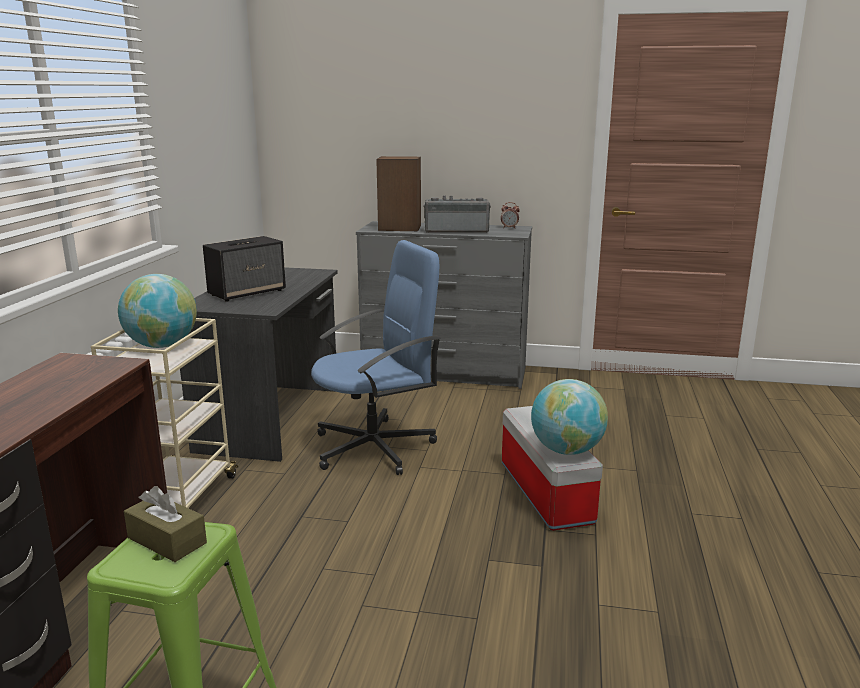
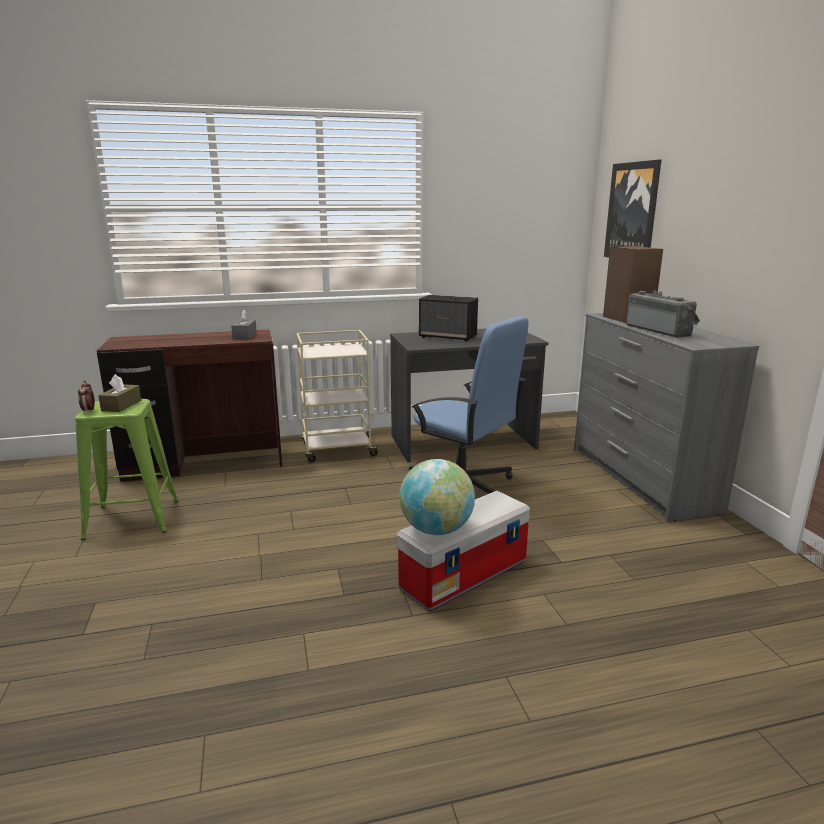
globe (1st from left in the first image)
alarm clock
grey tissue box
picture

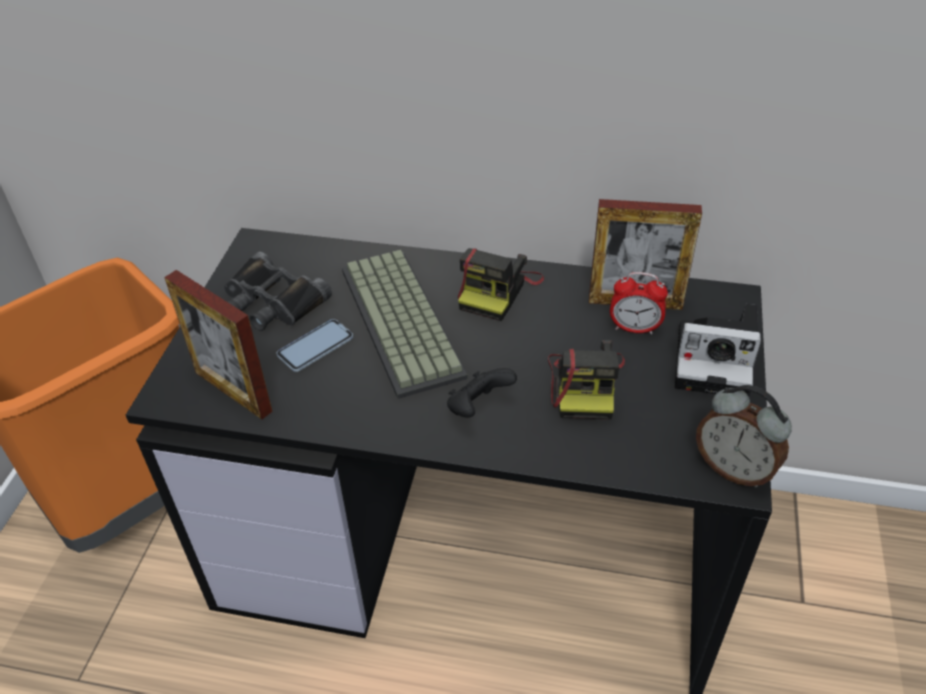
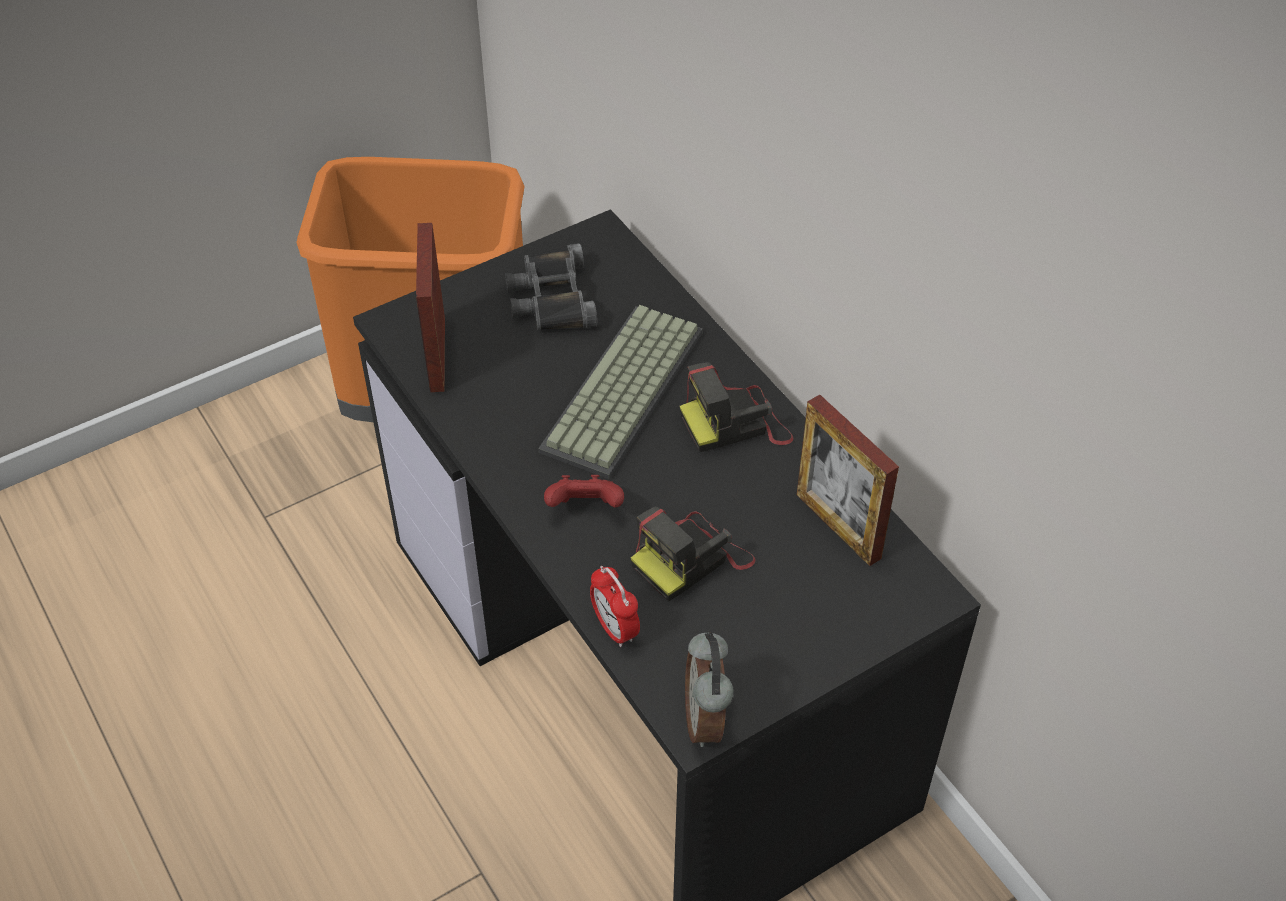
phone
red game controller
alarm clock (1st from left)
photo camera (3rd from left in the first image)

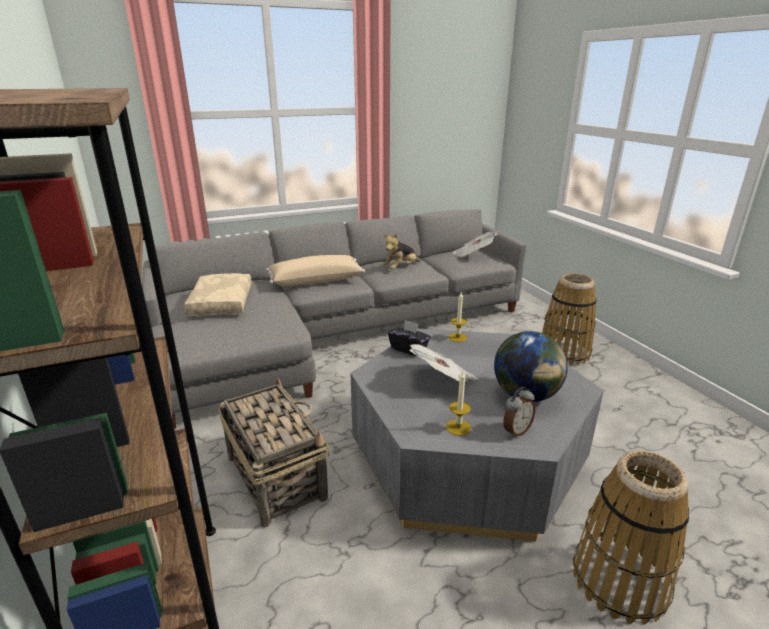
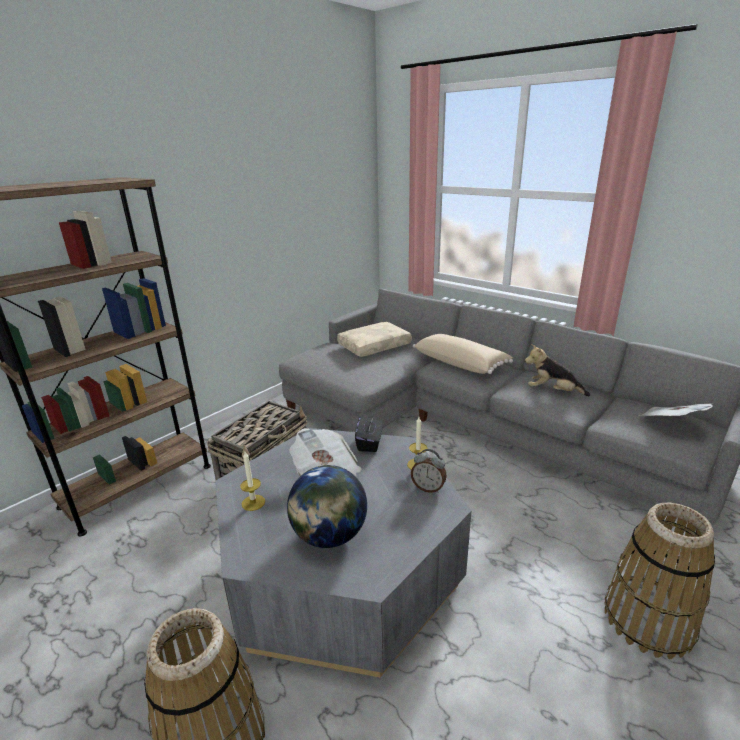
alarm clock

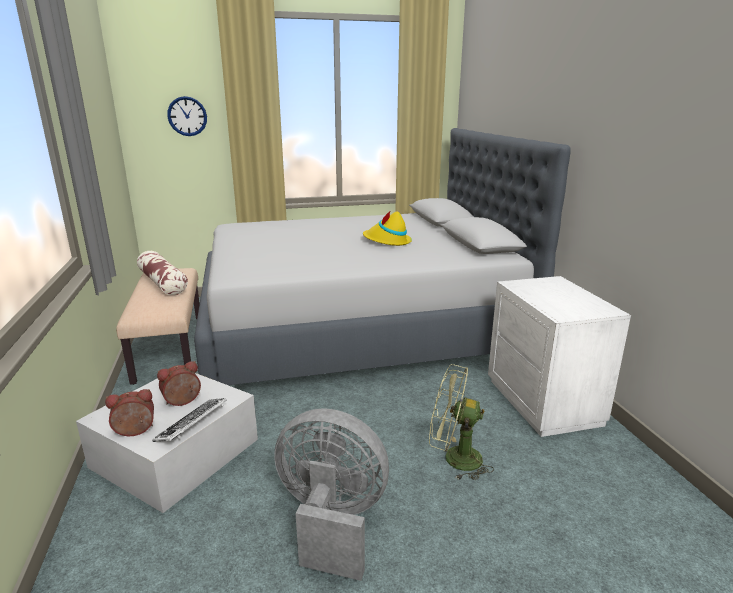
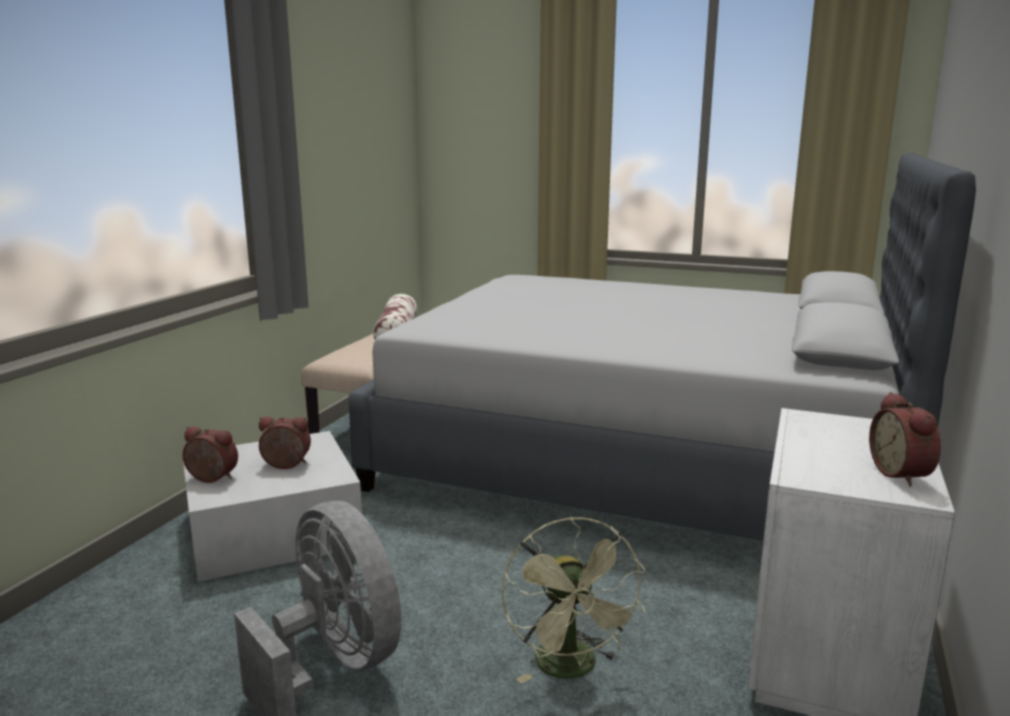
keyboard
wall clock
yellow hat
green fan
alarm clock (3rd from left)

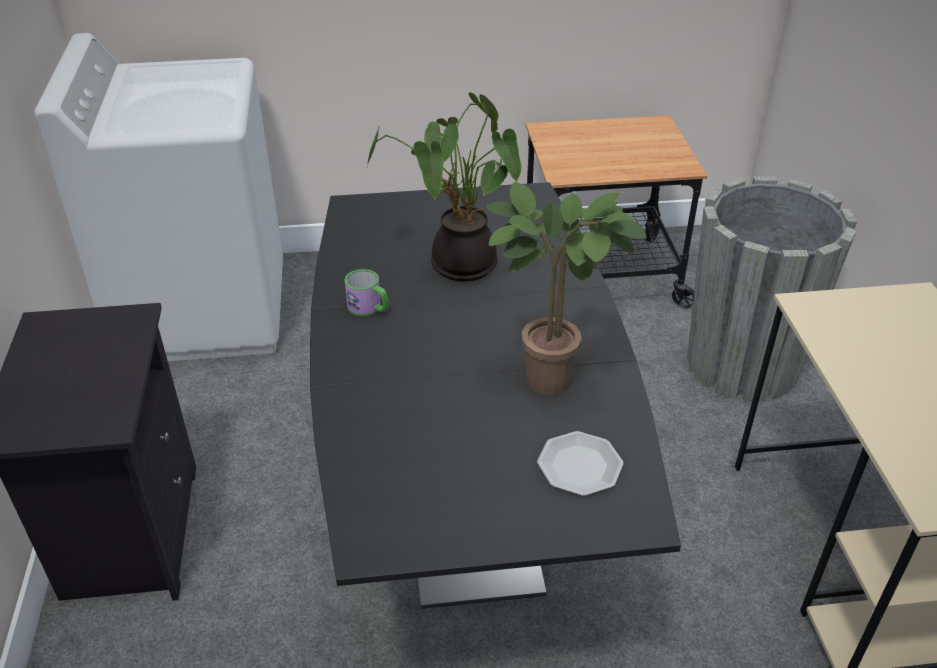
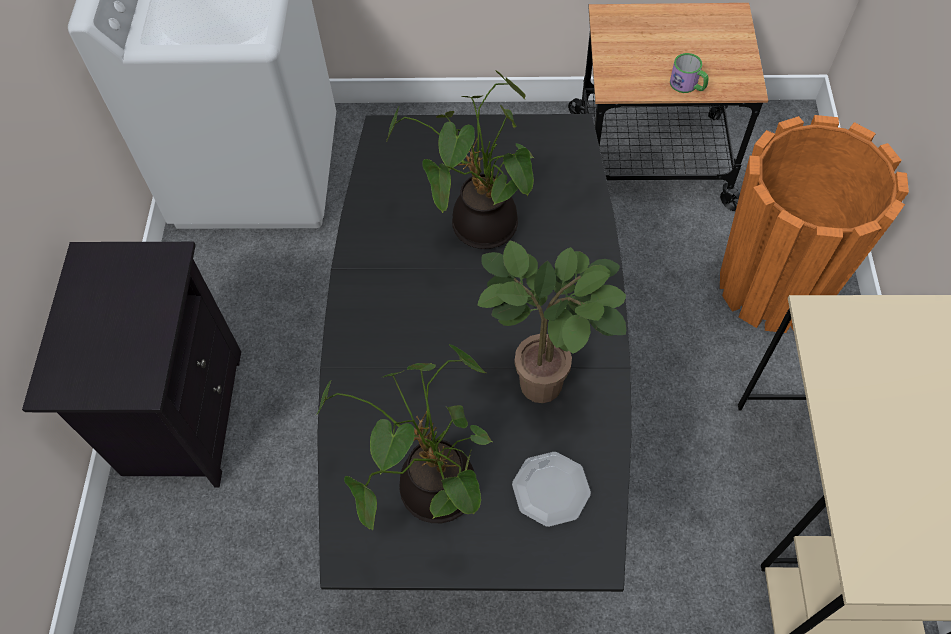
mug
orange planter
potted plant (1st from left)

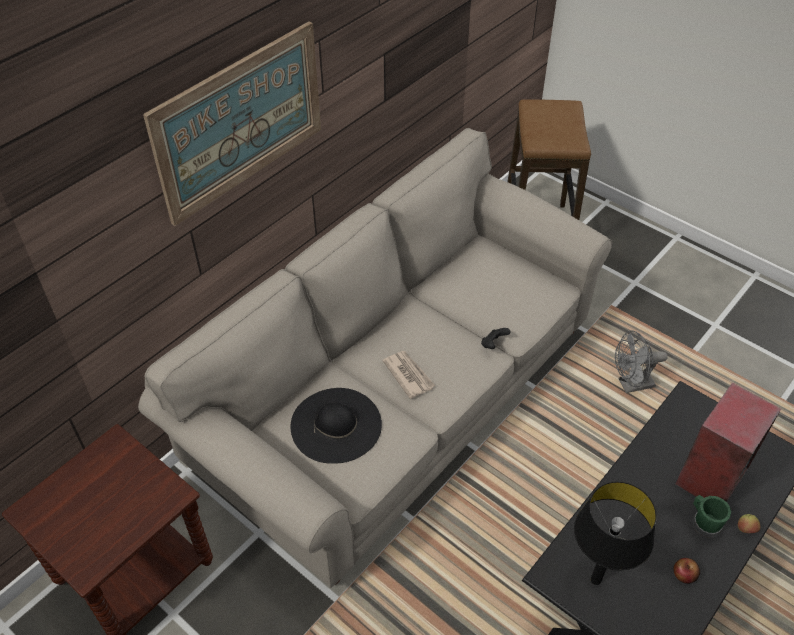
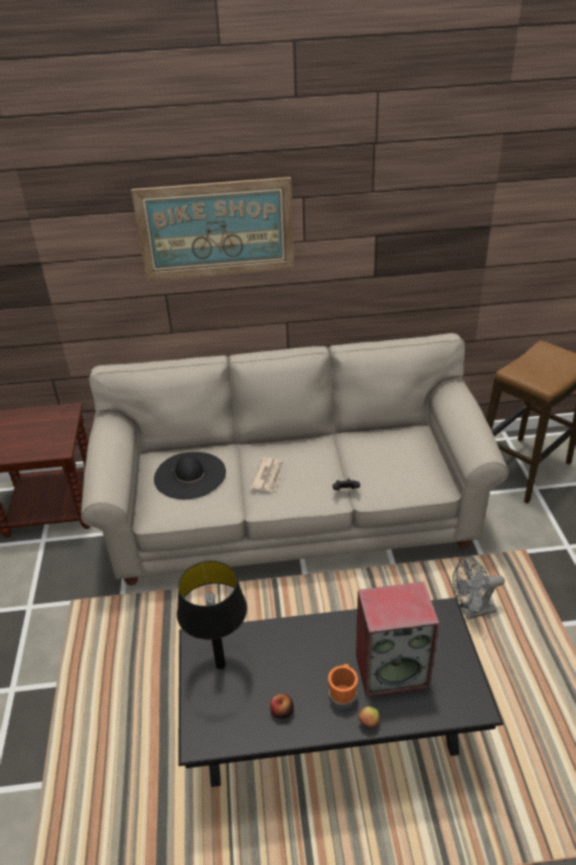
grey fan
orange mug

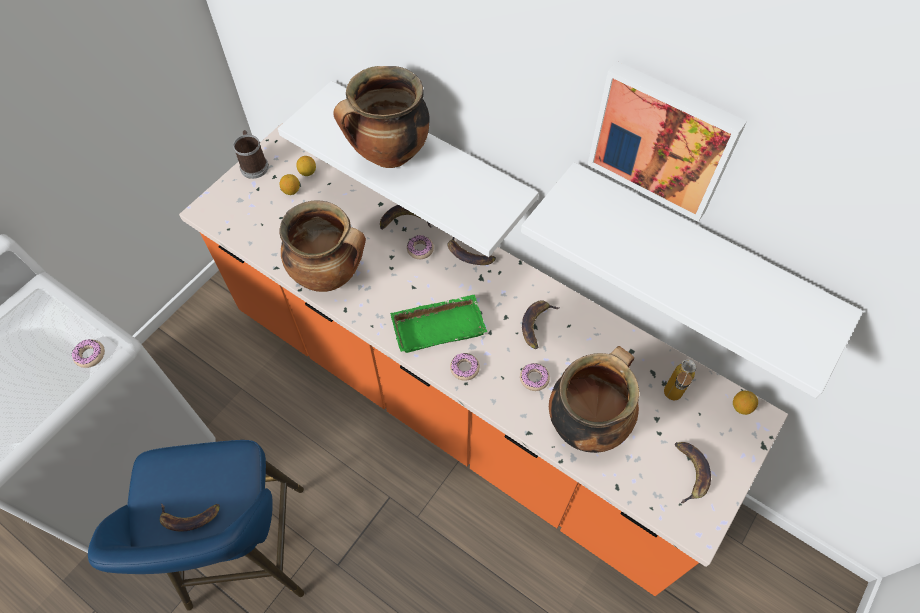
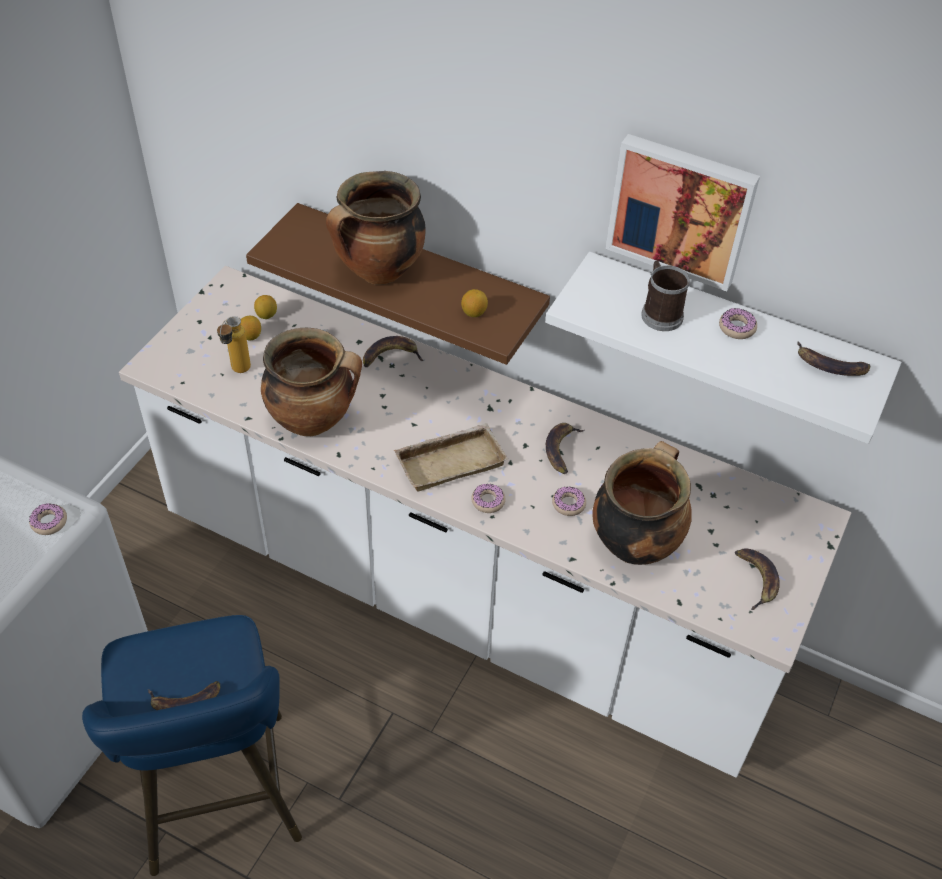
white counter
mug
brown shelf
beige tray
donut (4th from left)
banana (5th from left)
bottle
lemon (3rd from left)

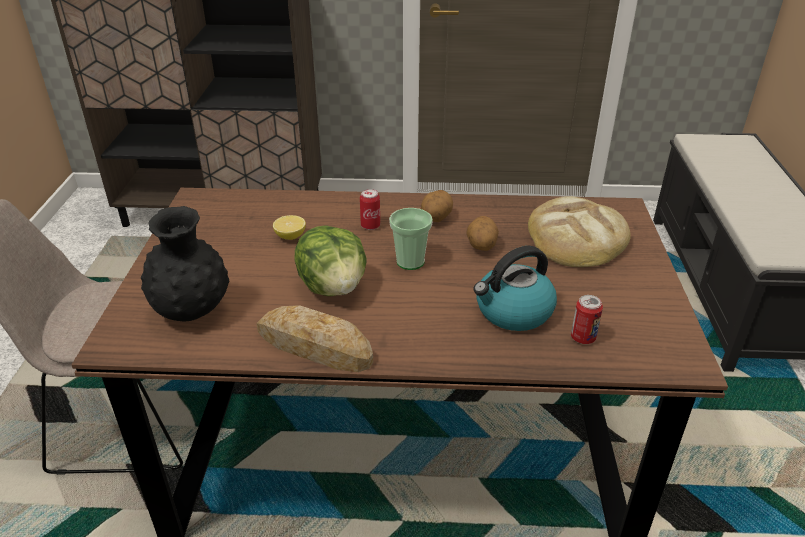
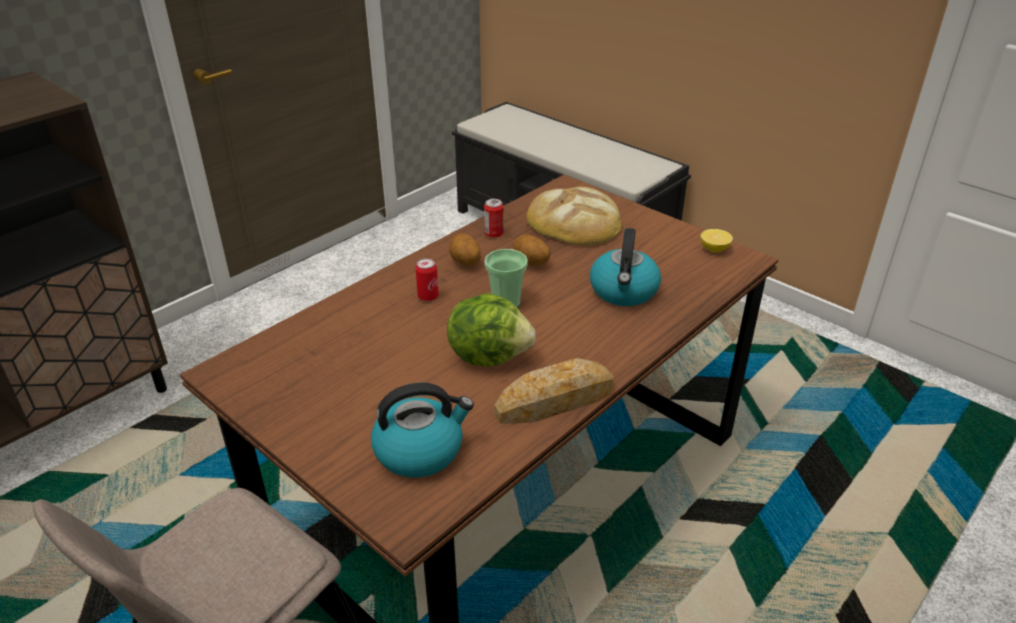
kettle (1st from left)
lemon
can (2nd from left)

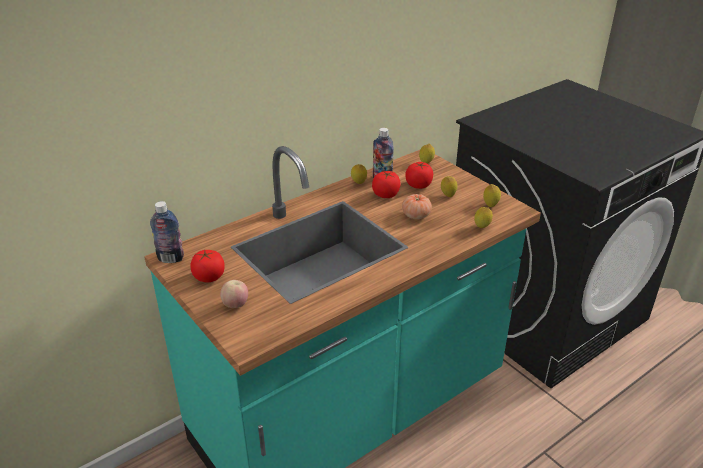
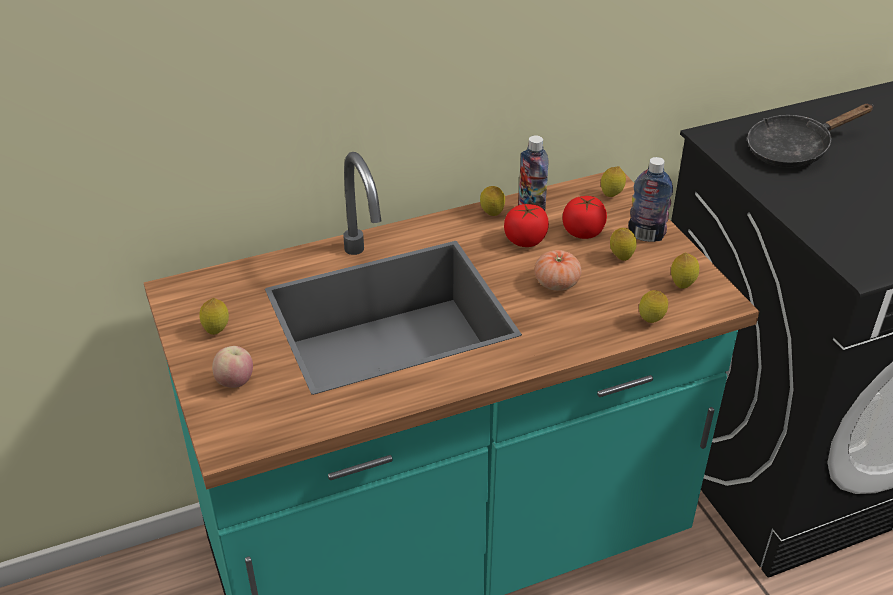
bottle (2nd from left)
lemon (1st from left)
black frying pan

